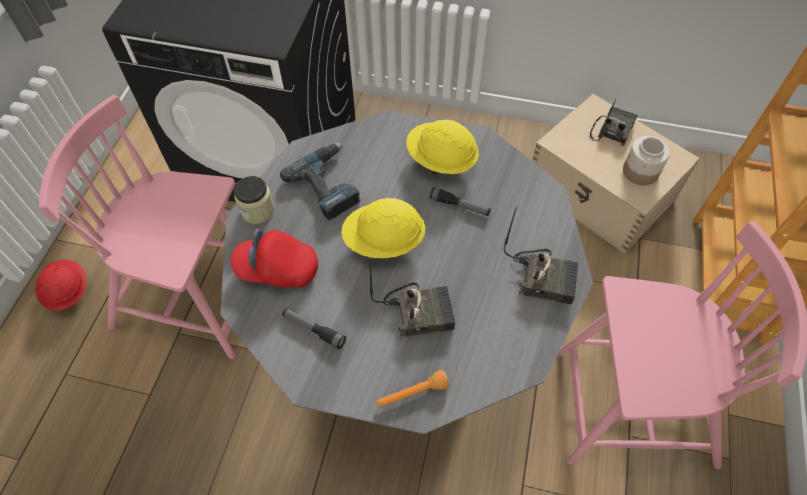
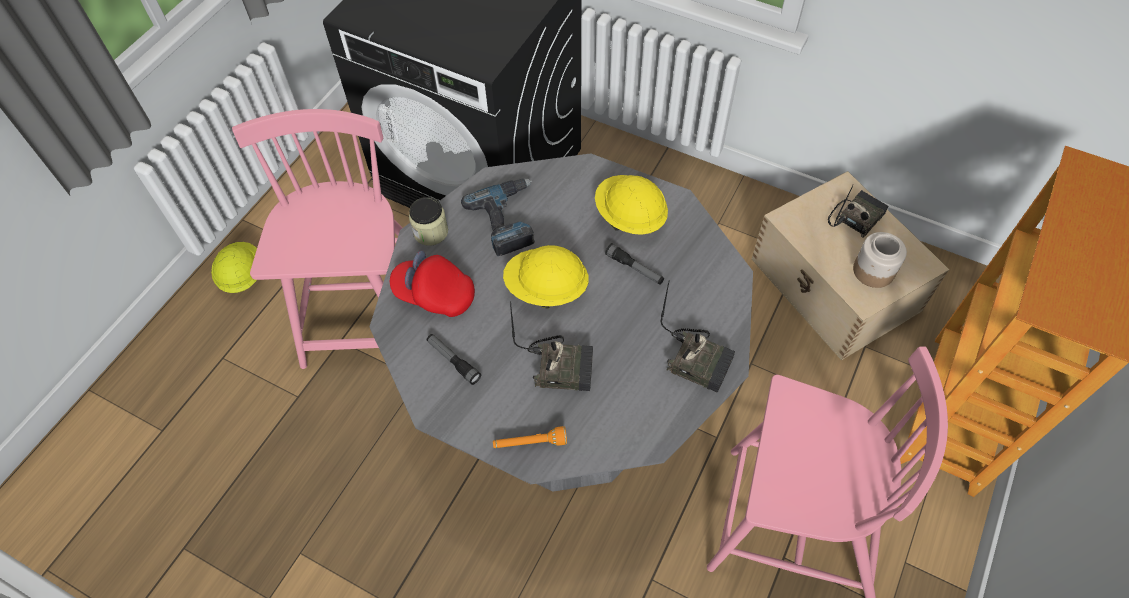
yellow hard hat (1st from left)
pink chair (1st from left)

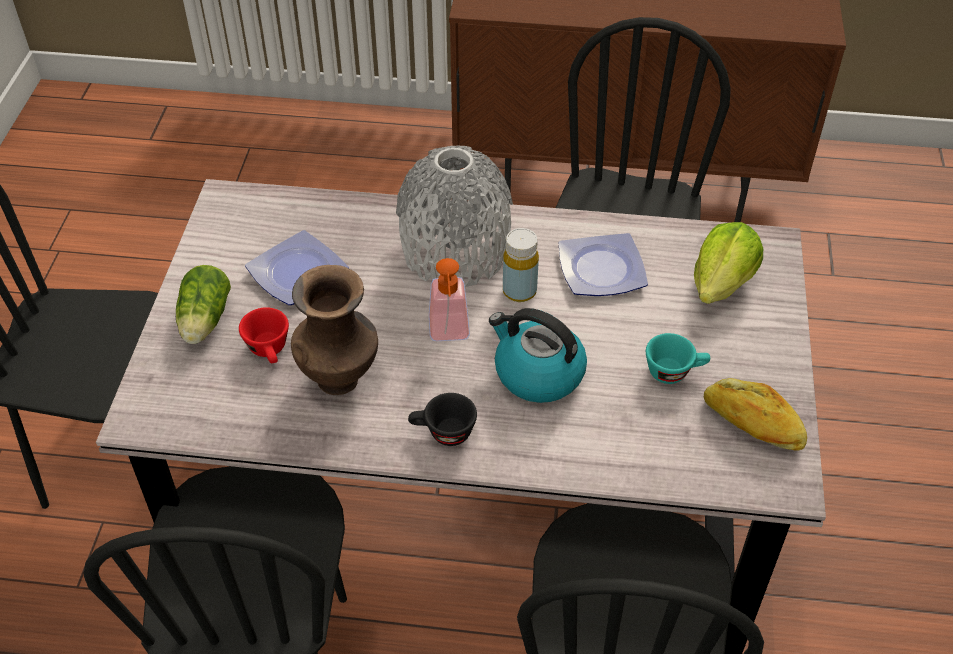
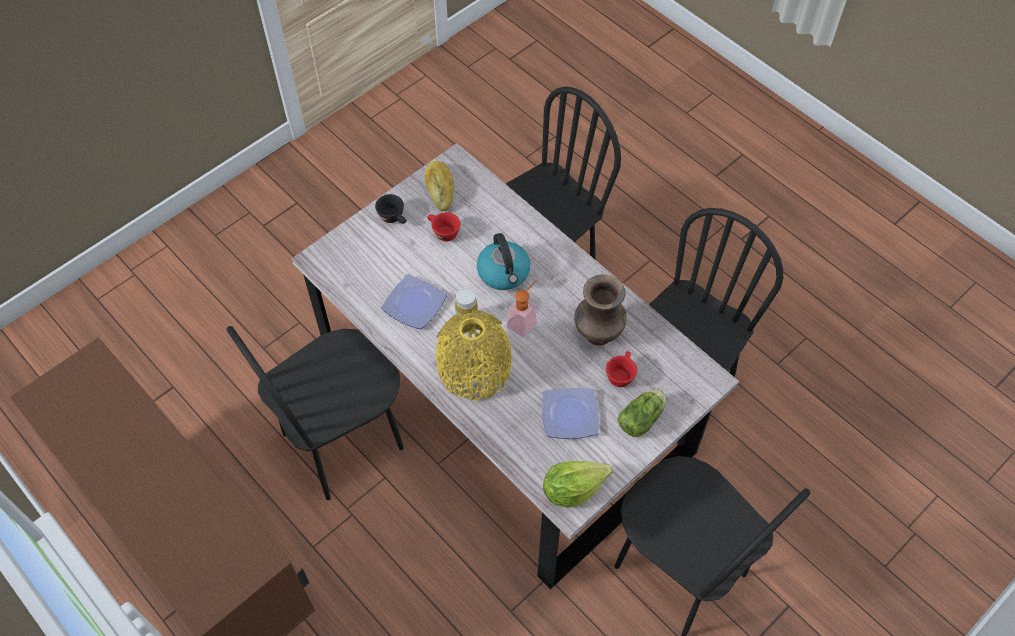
yellow vase
black cup
red cup (1st from left)
lettuce (1st from left)

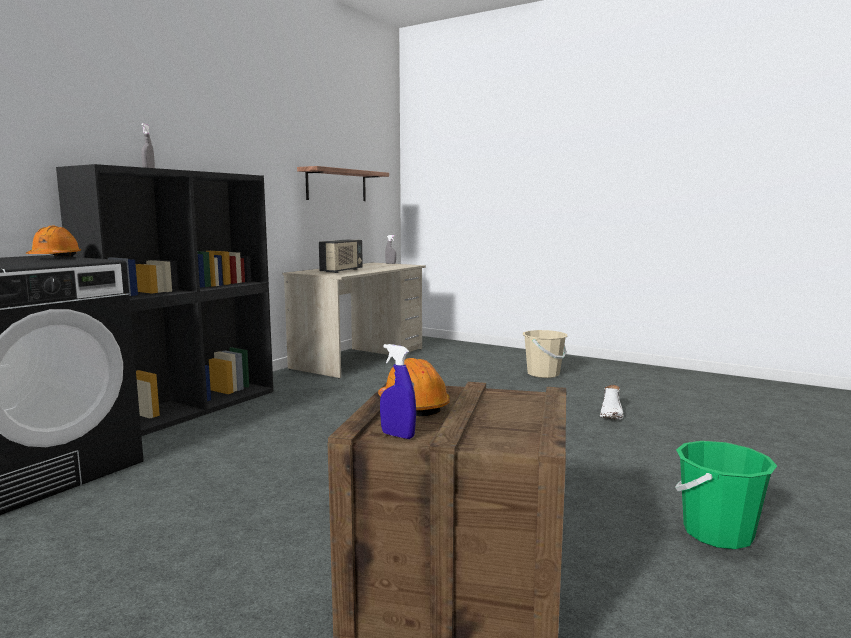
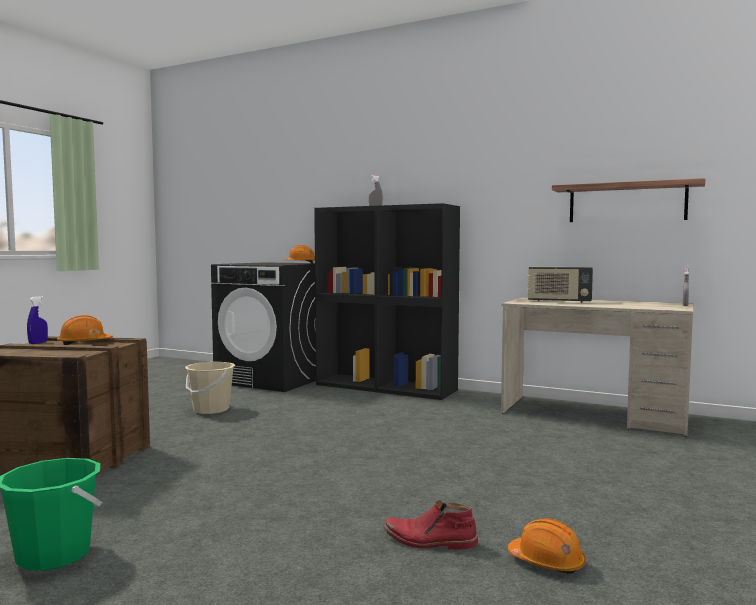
beige bucket
red boot
orange hard hat (3rd from left)

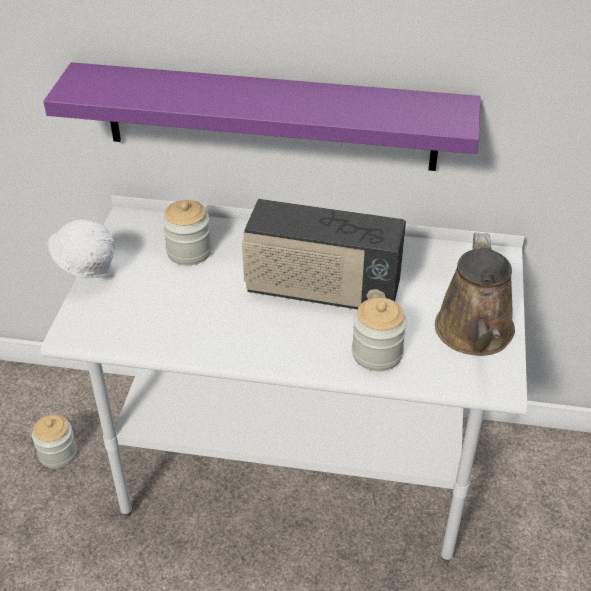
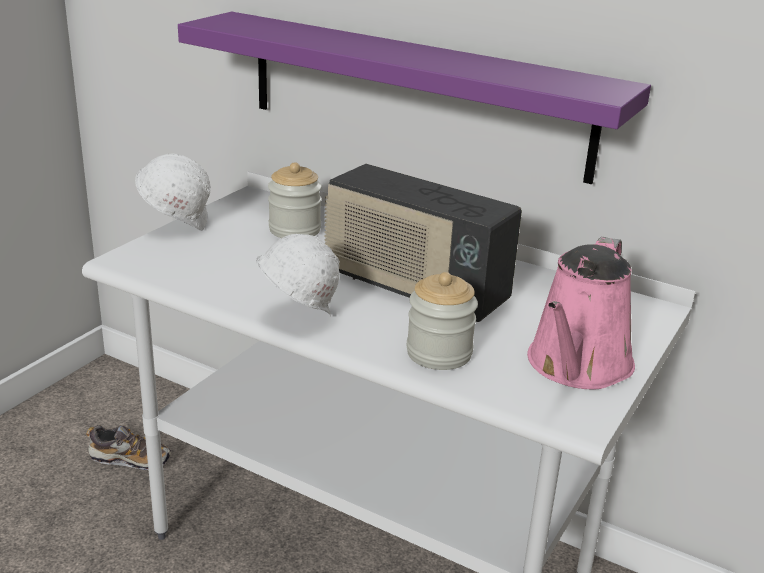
shoe
pink watering can
white hard hat (2nd from left)

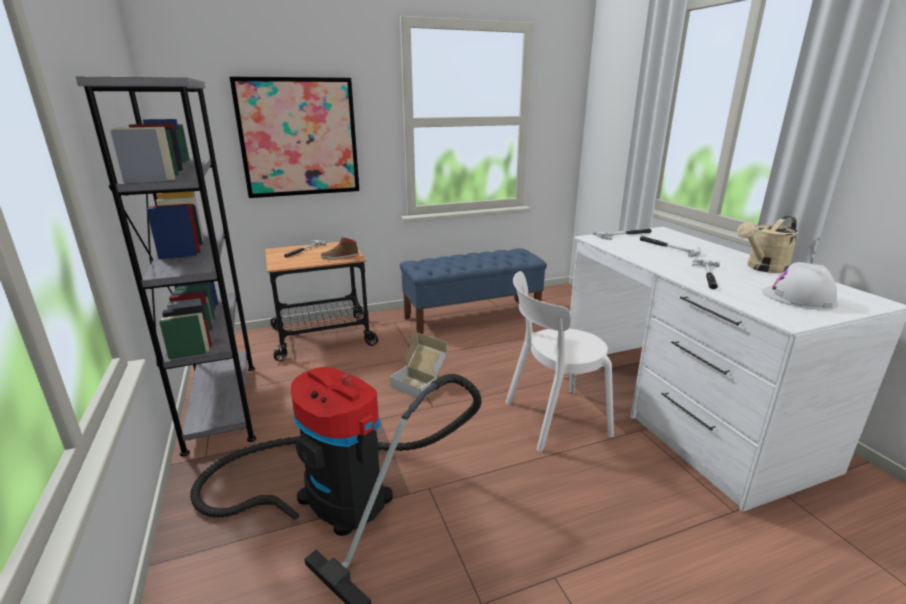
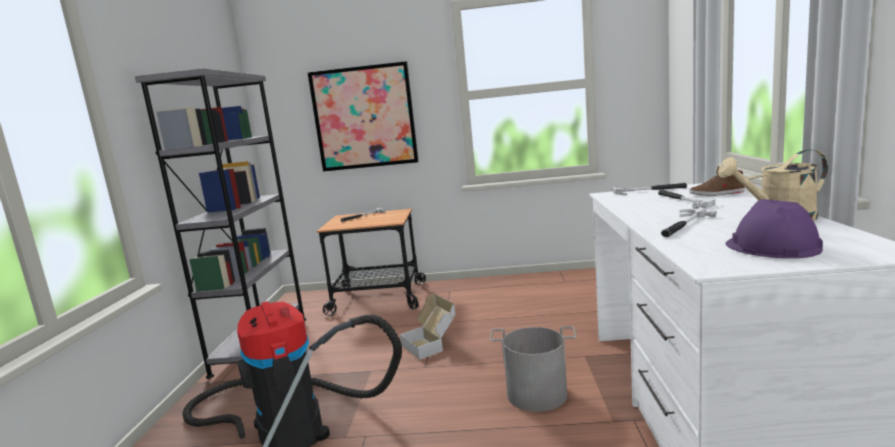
brown shoe
blue bench
grey bucket
purple hard hat

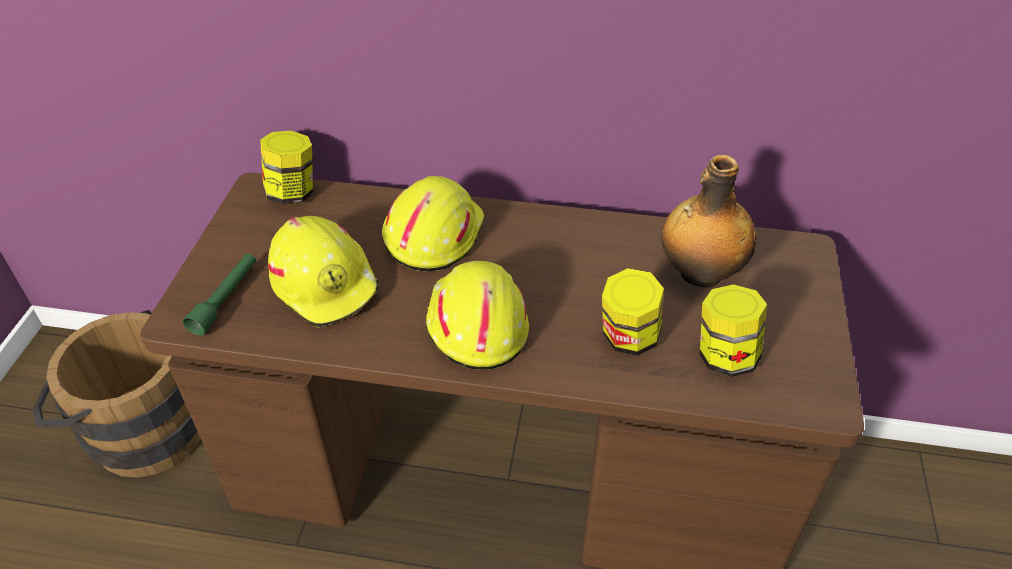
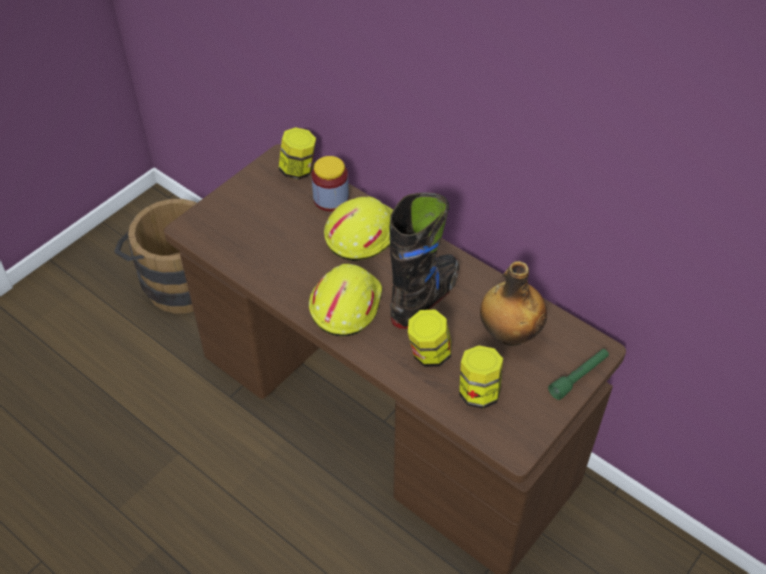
green flashlight
yellow hard hat (1st from left in the first image)
jar (2nd from left)
black boot

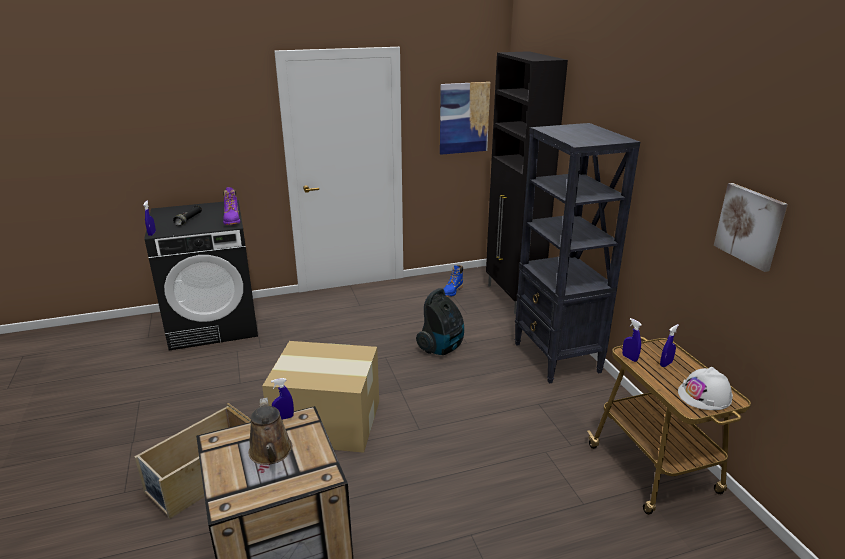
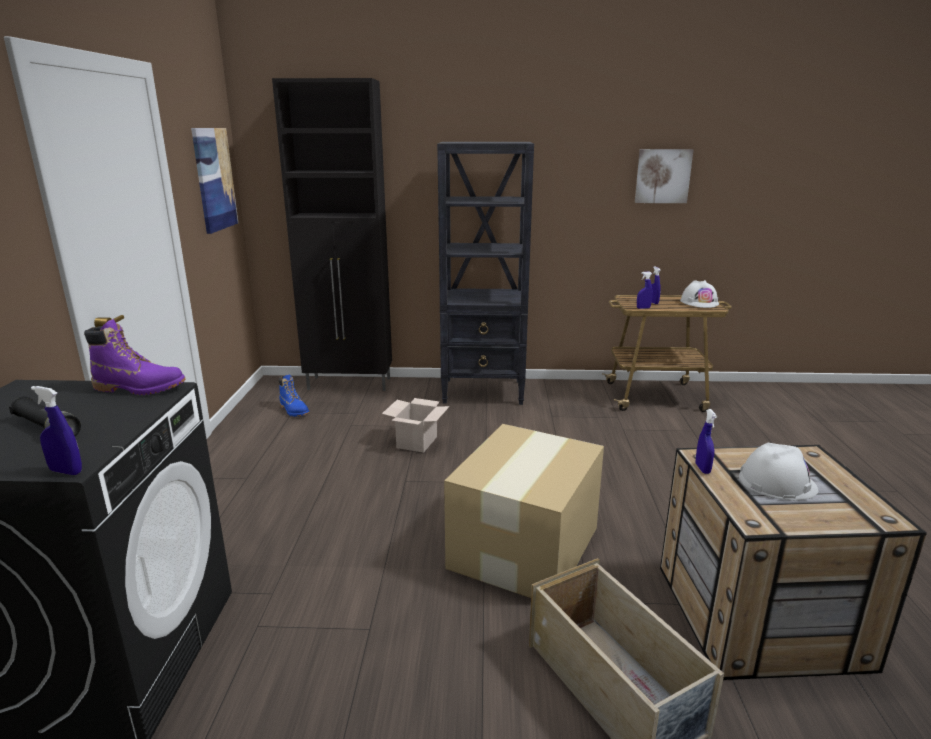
white hard hat (2nd from left)
cardboard box (1st from left)

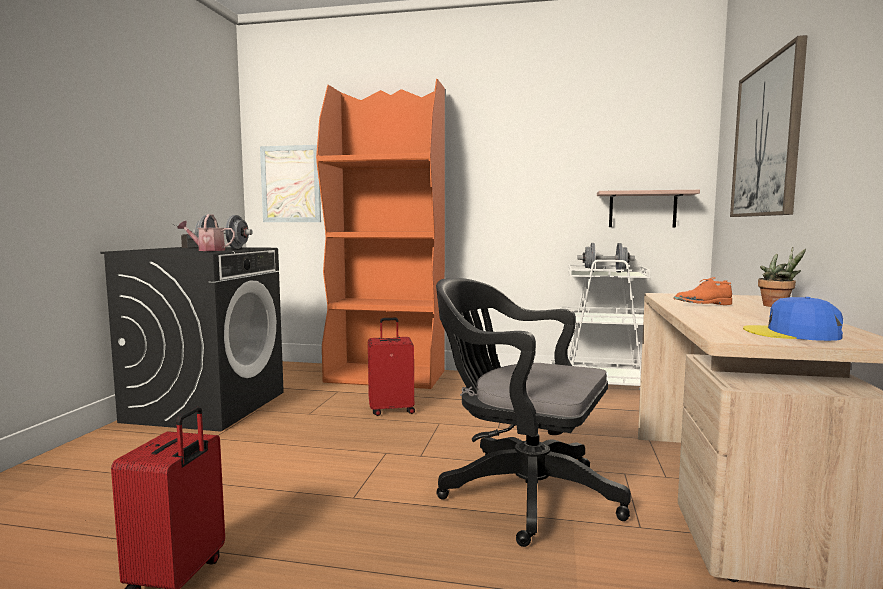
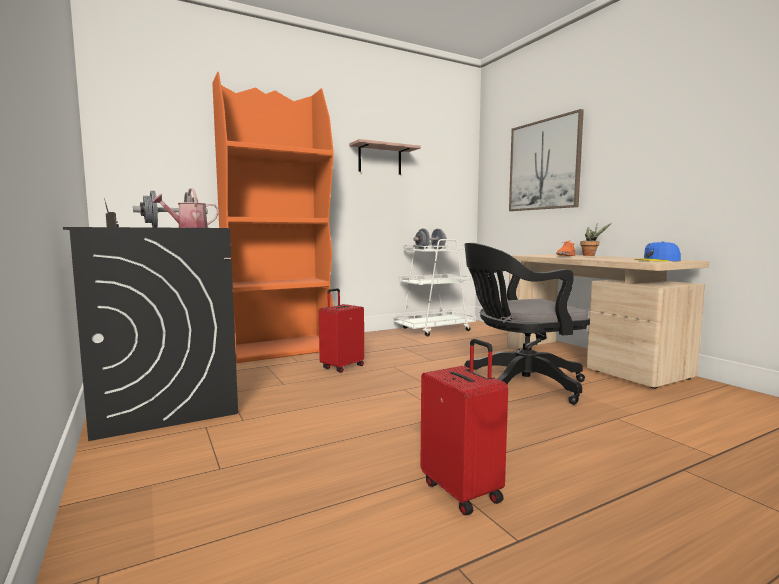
picture (1st from left in the first image)
shelf

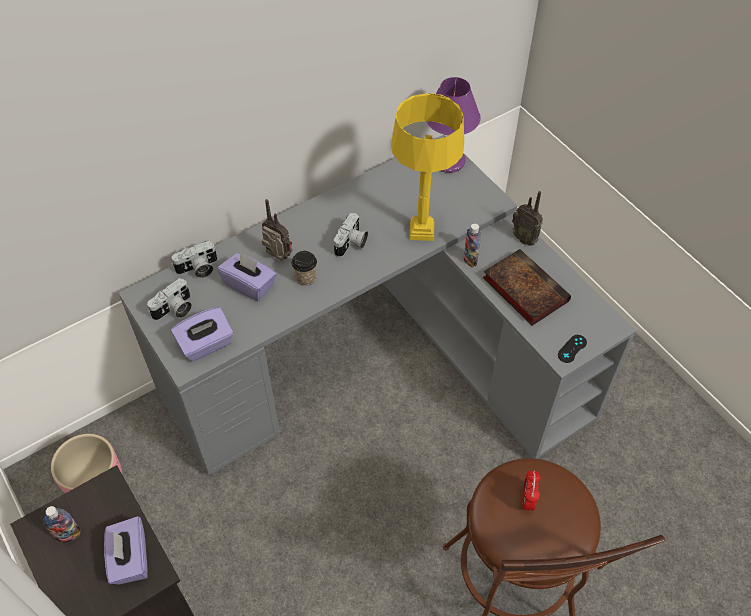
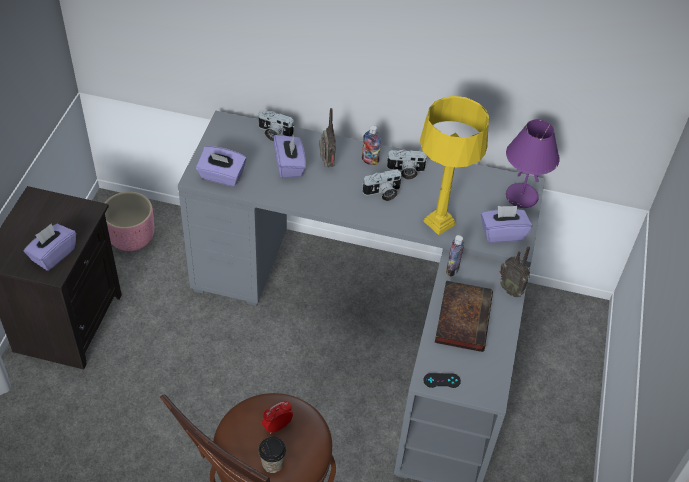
bottle (1st from left)
photo camera (3rd from left)
cup
radio (2nd from left)
purple tissue box (4th from left)

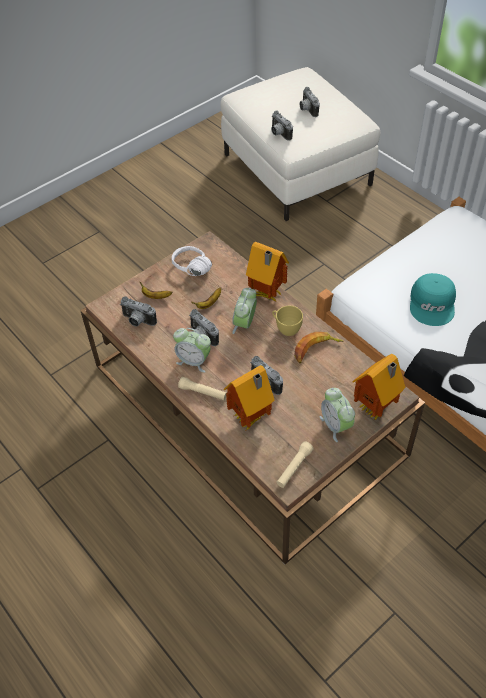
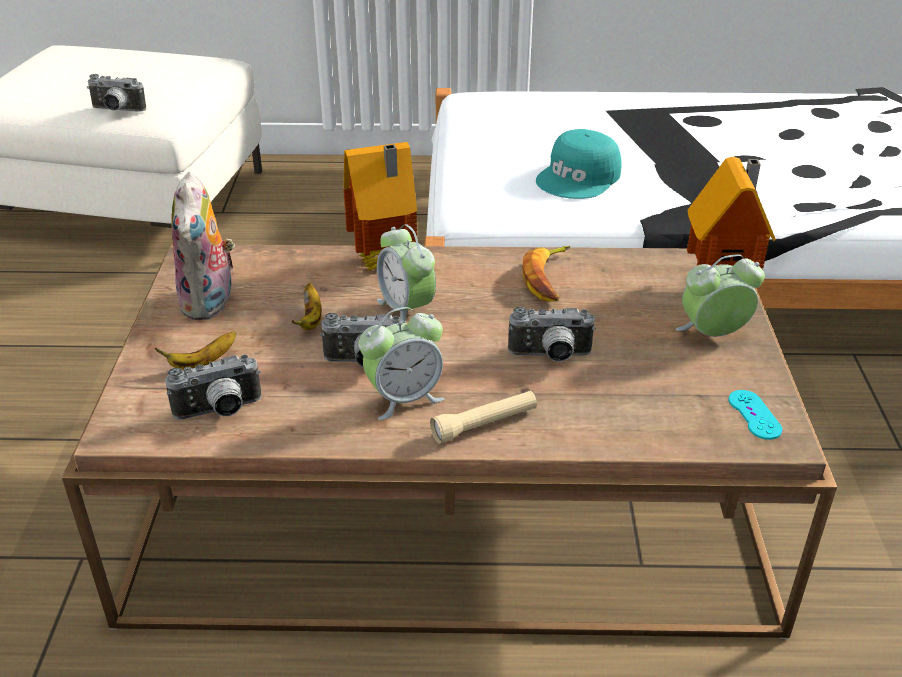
plush toy
toy house (1st from left in the first image)
yellow cup
turquoise game controller
photo camera (5th from left in the first image)
alarm clock (3rd from left)
turquoise cap

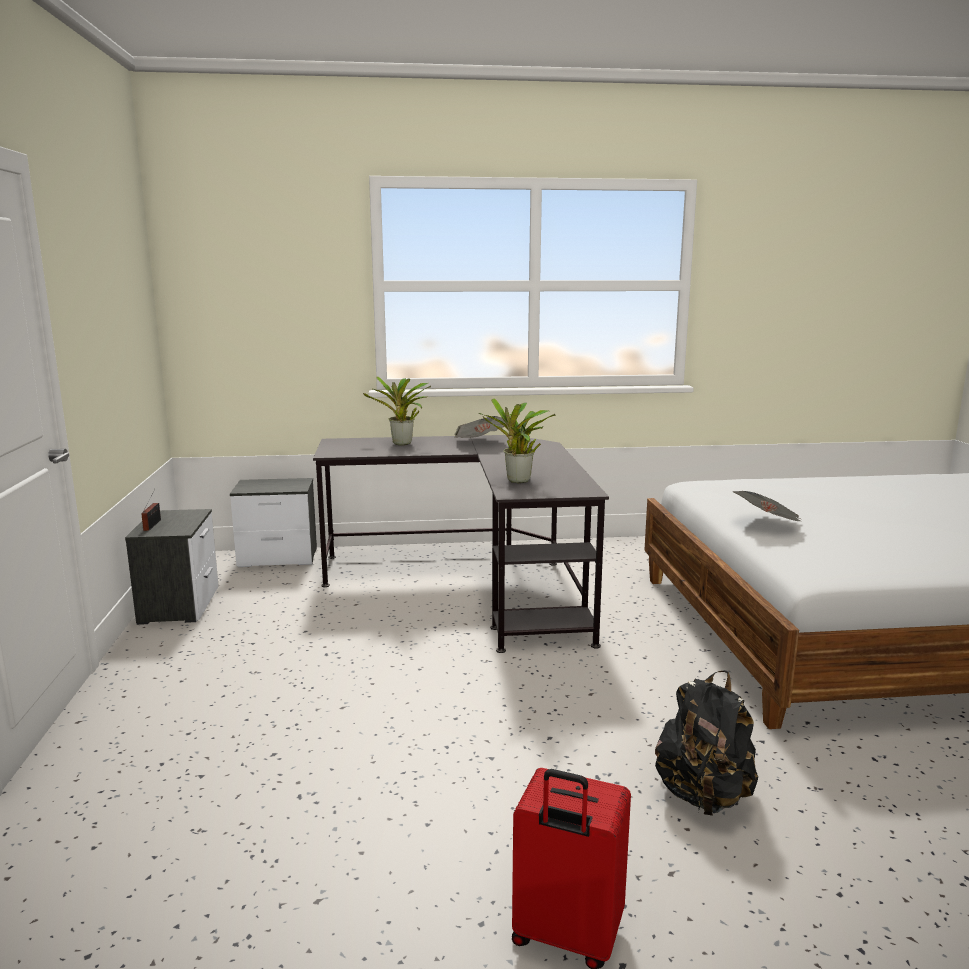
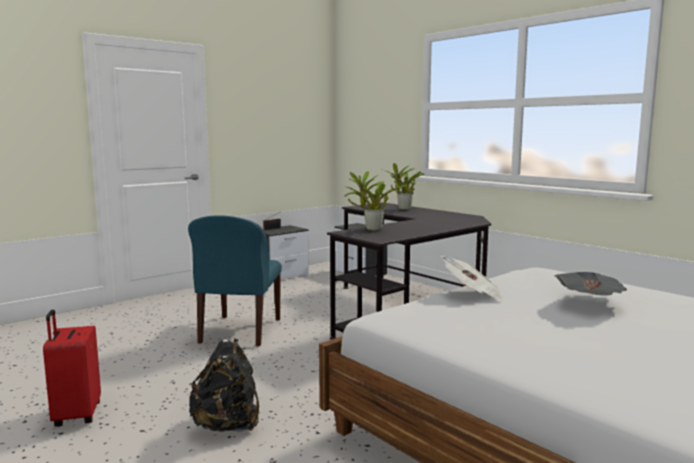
newspaper (2nd from left)
blue chair

